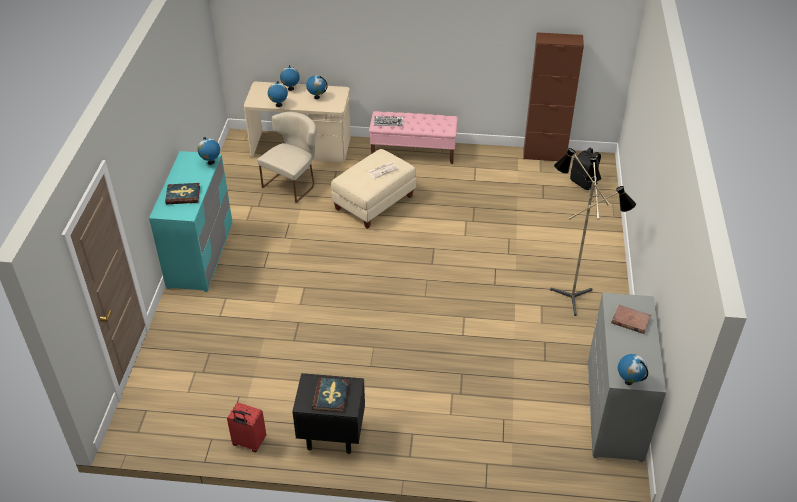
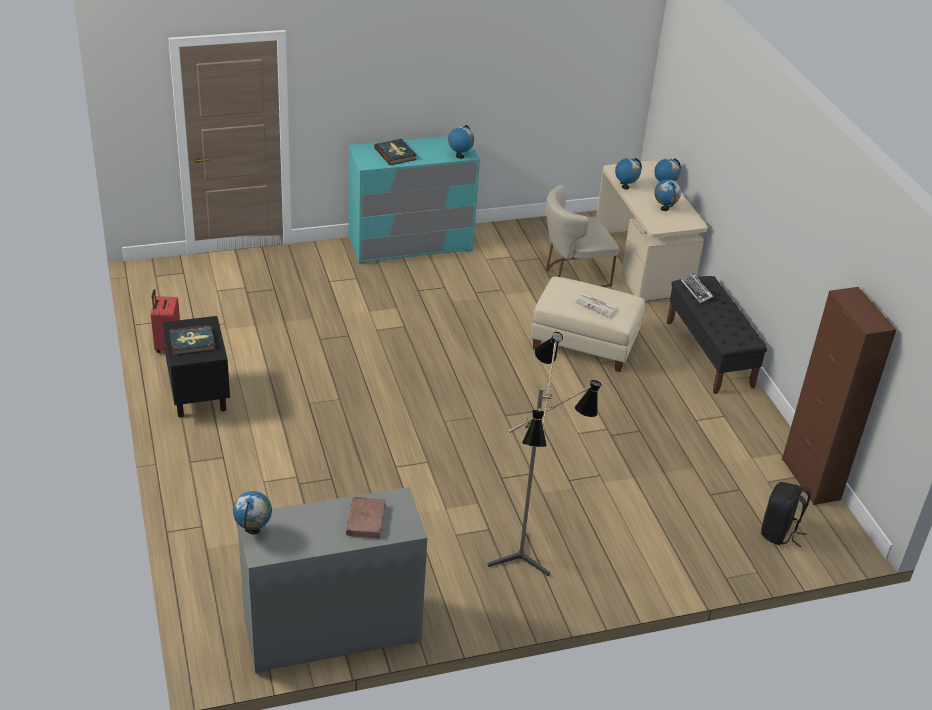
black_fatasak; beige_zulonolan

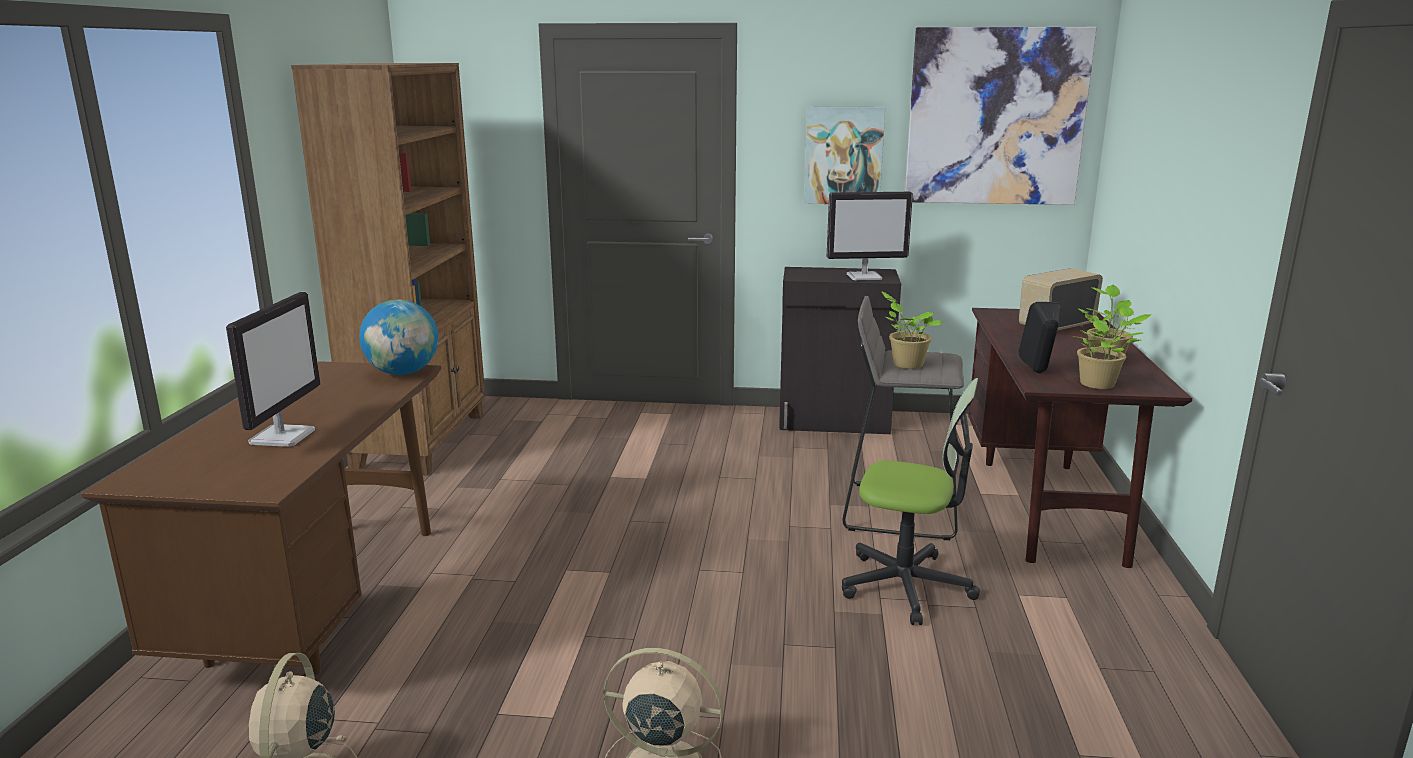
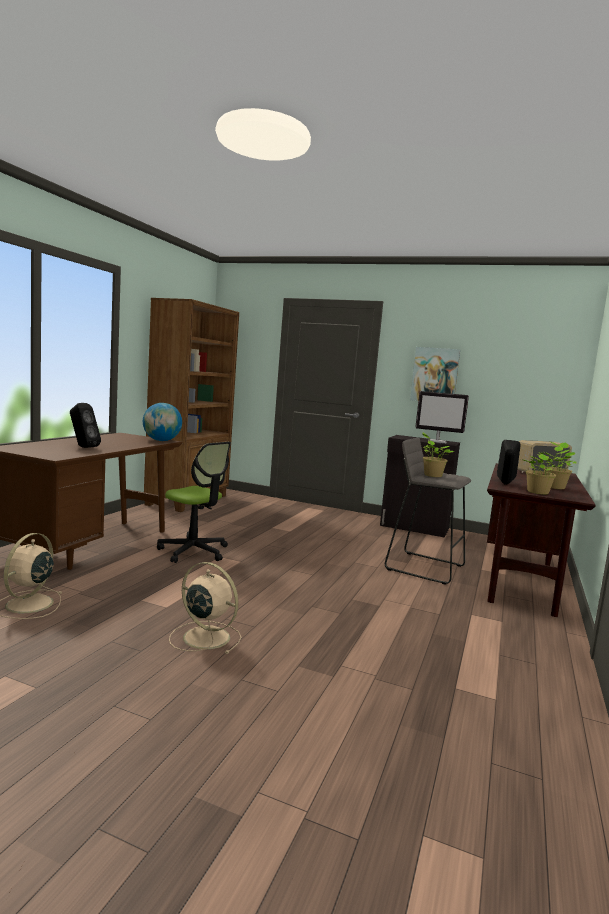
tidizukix (no. 2 from left in the first image); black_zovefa (no. 1 from left); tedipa

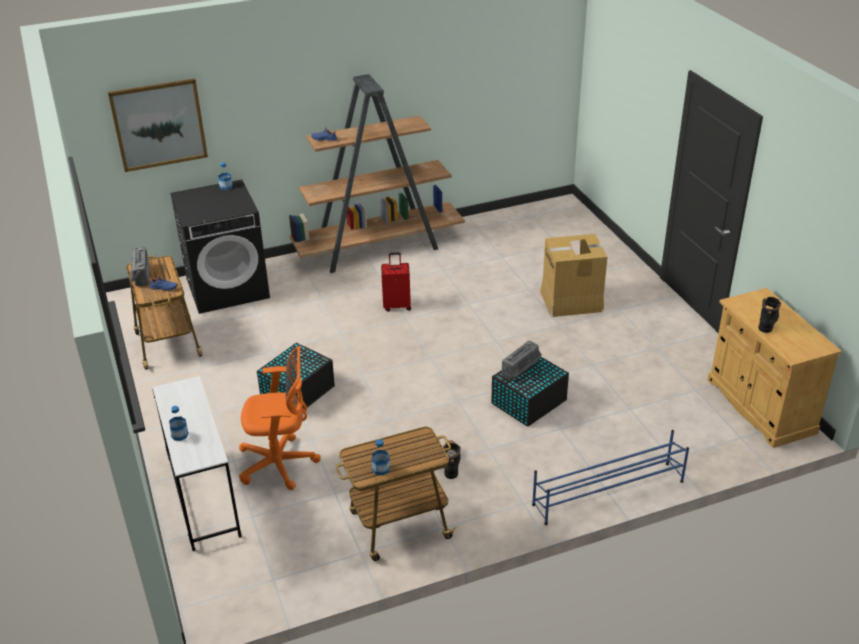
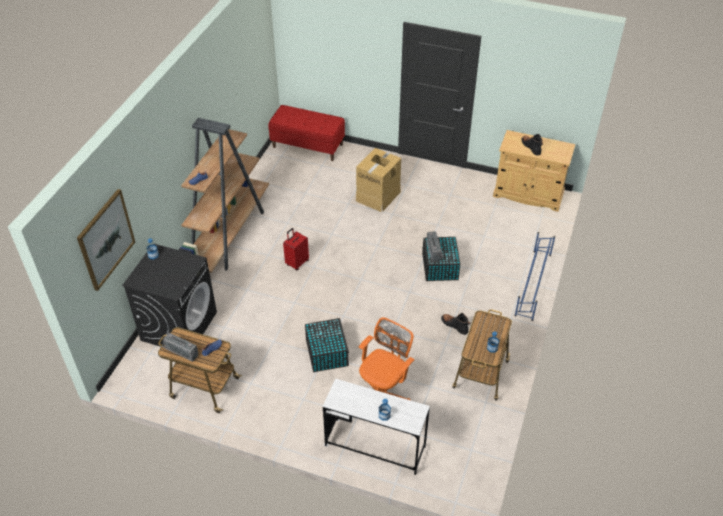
red_fatasak

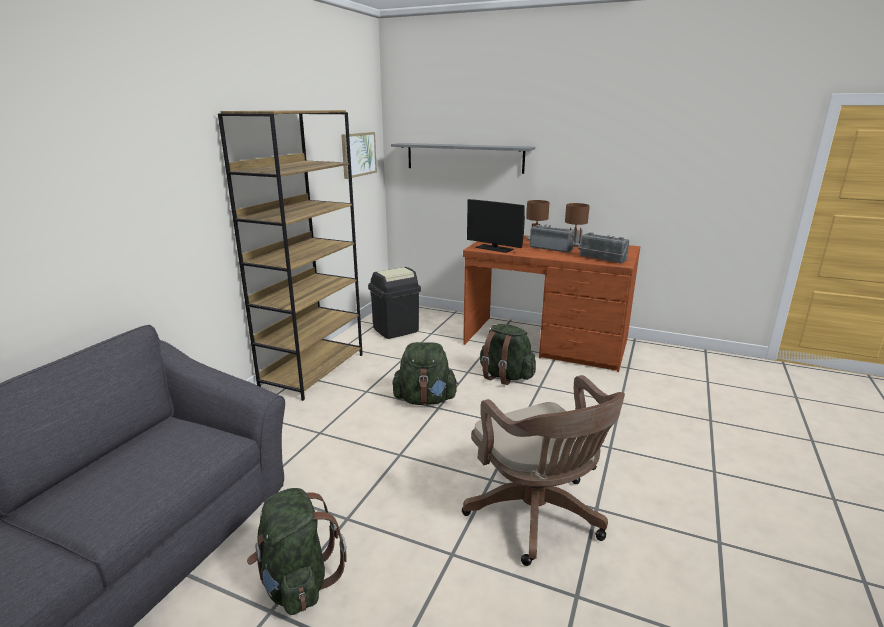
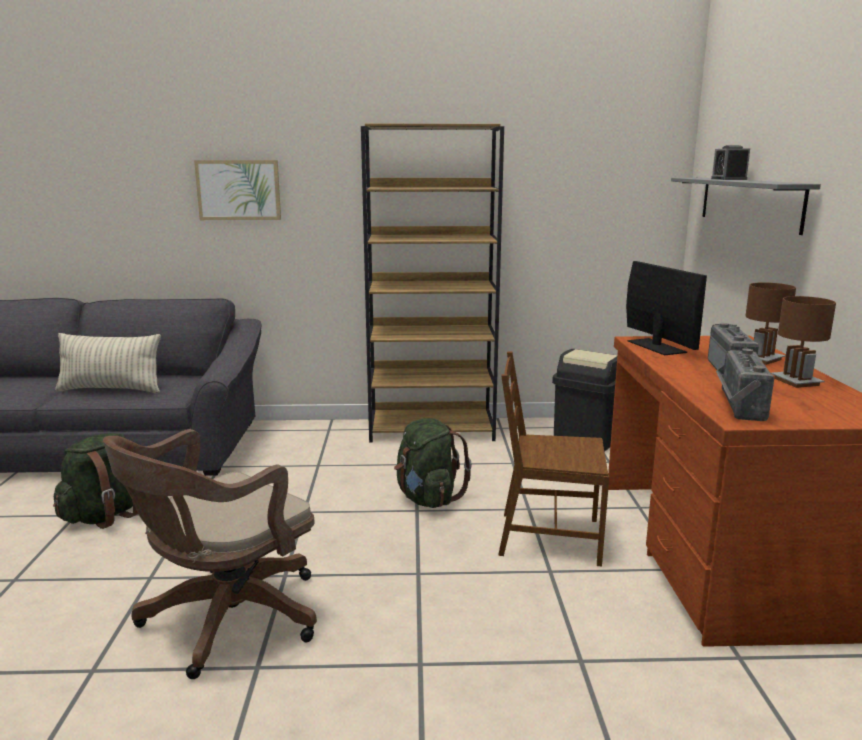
tidizukix; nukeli; brown_zulonolan; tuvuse; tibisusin

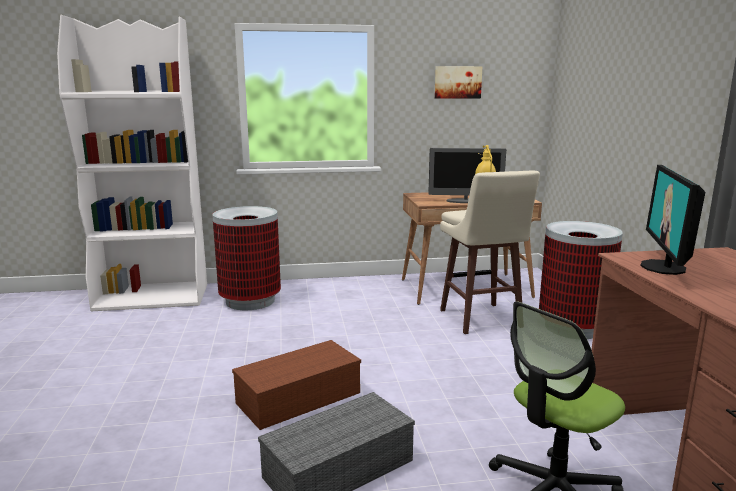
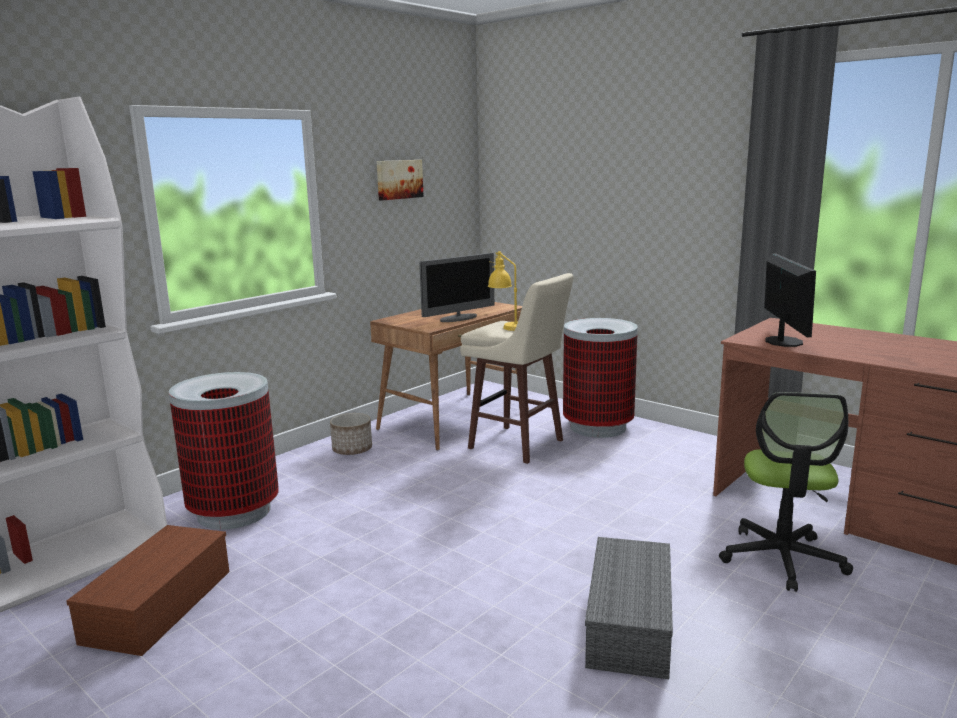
nukeli (no. 2 from left); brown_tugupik; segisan

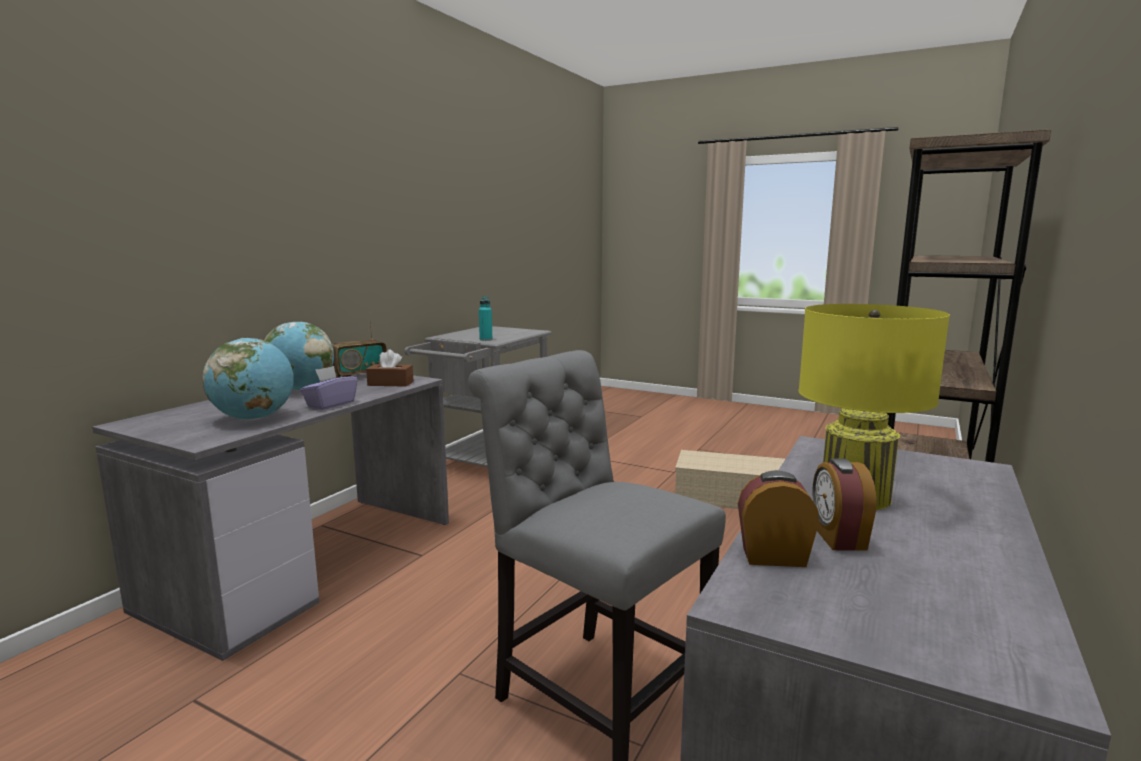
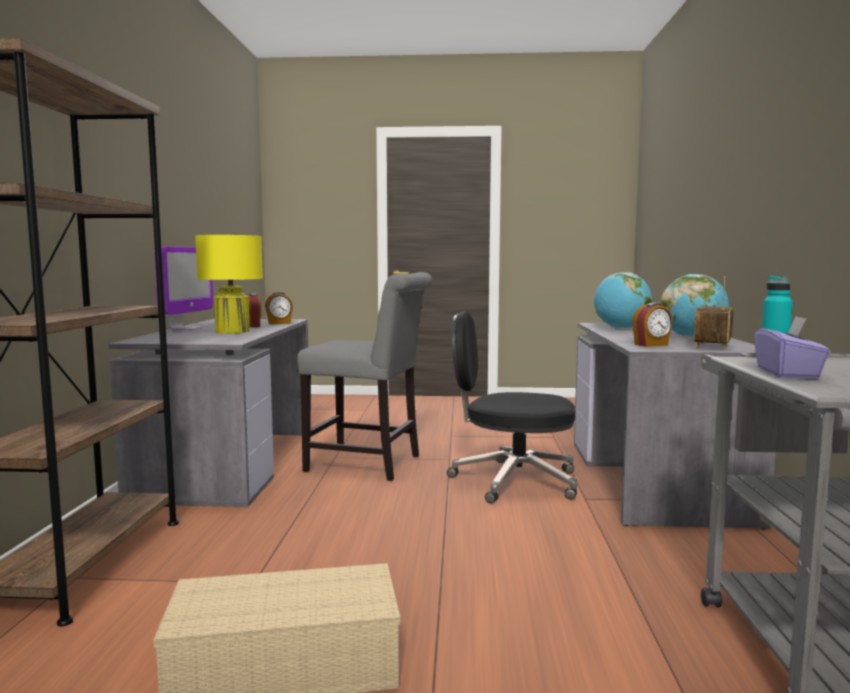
tuvuse (no. 3 from left); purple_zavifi; nukeli; black_tedipa

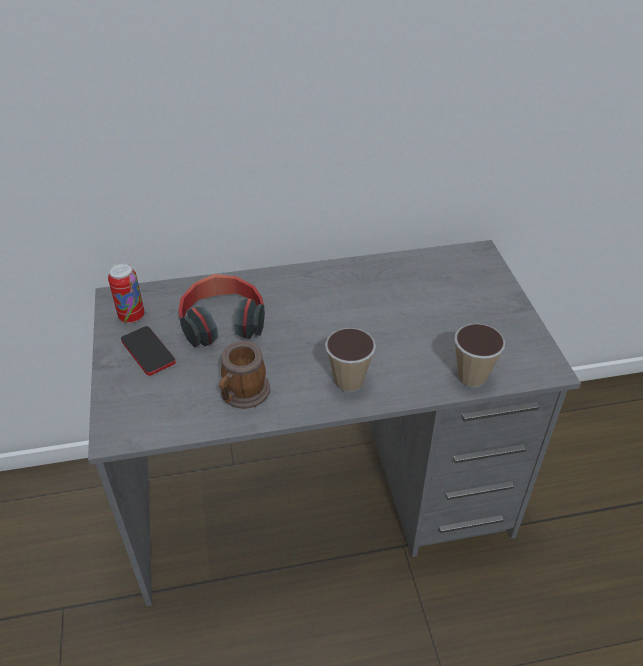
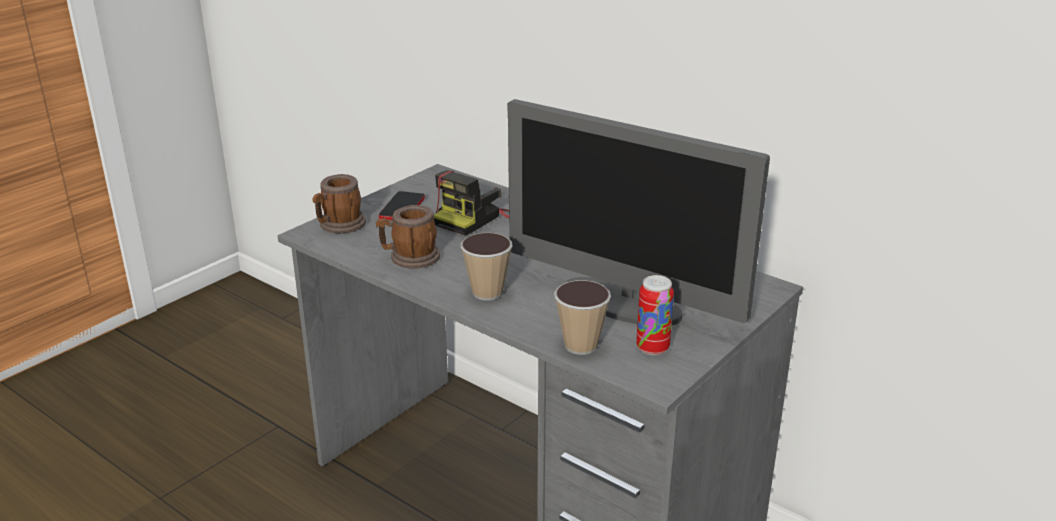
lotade; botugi; nukeli; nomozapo (no. 1 from left)

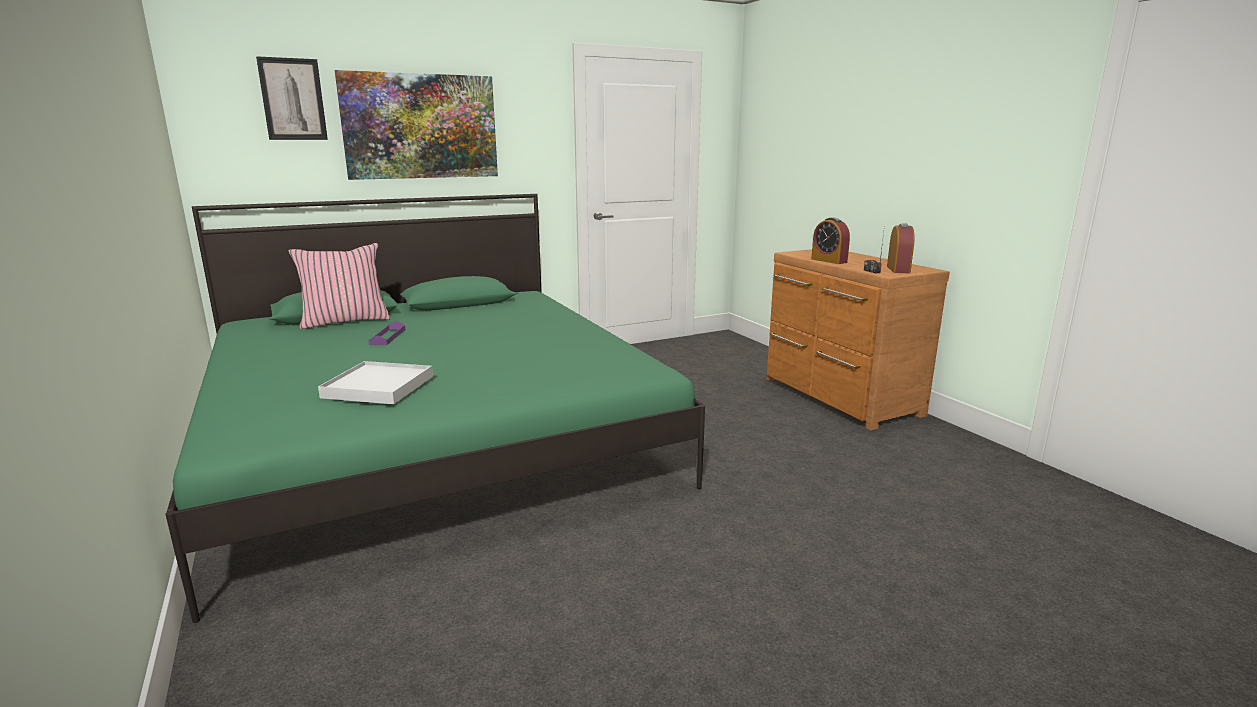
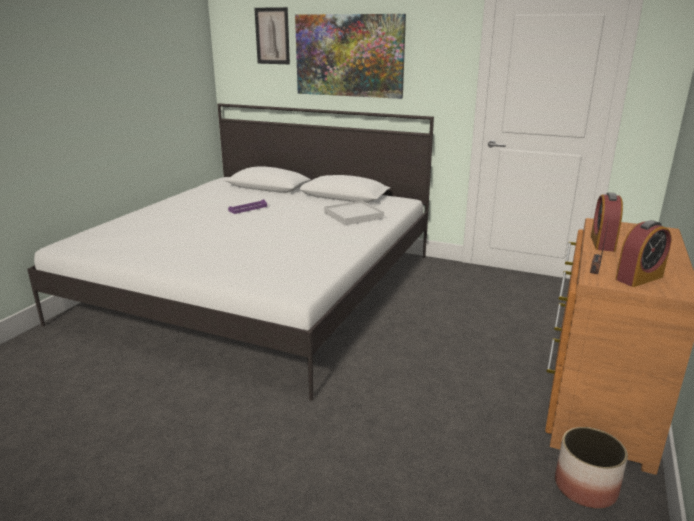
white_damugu; pink_tibisusin; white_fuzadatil; segisan

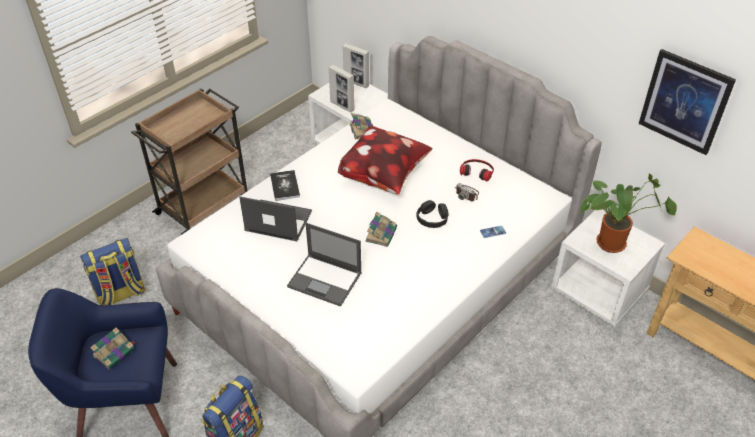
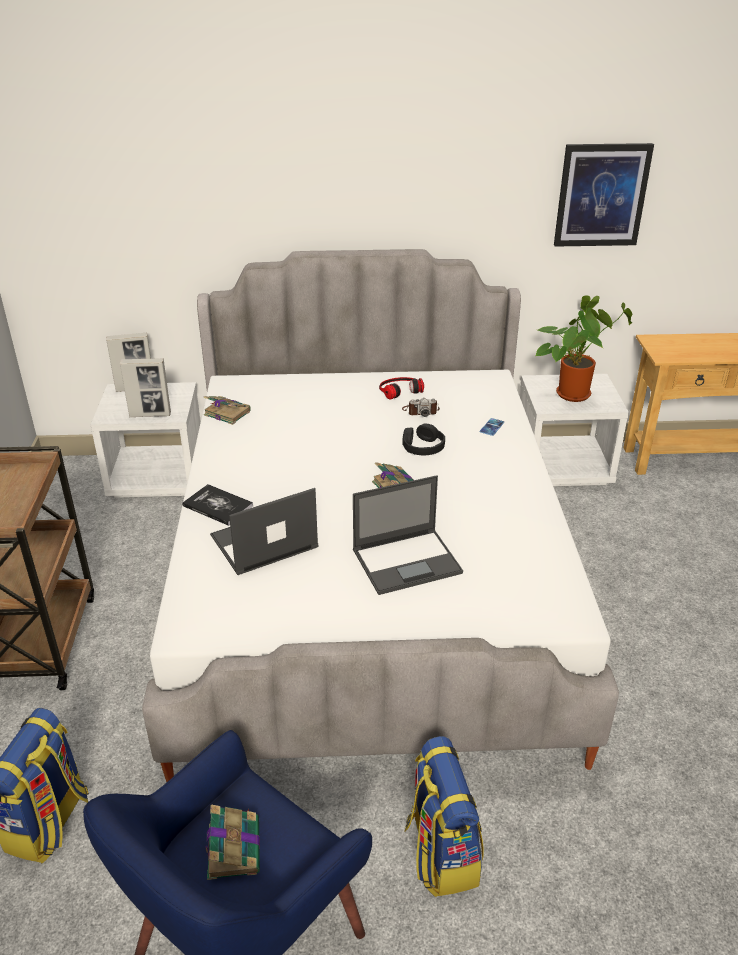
tibisusin

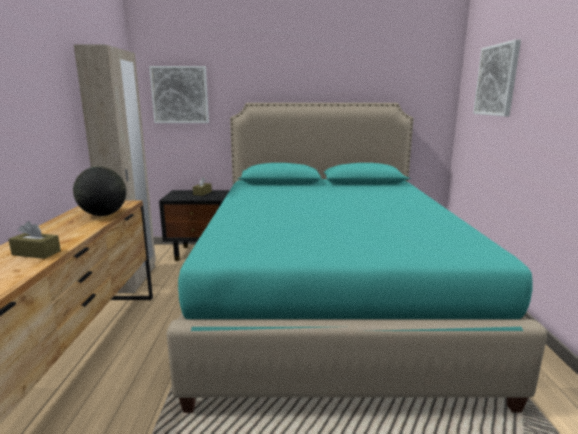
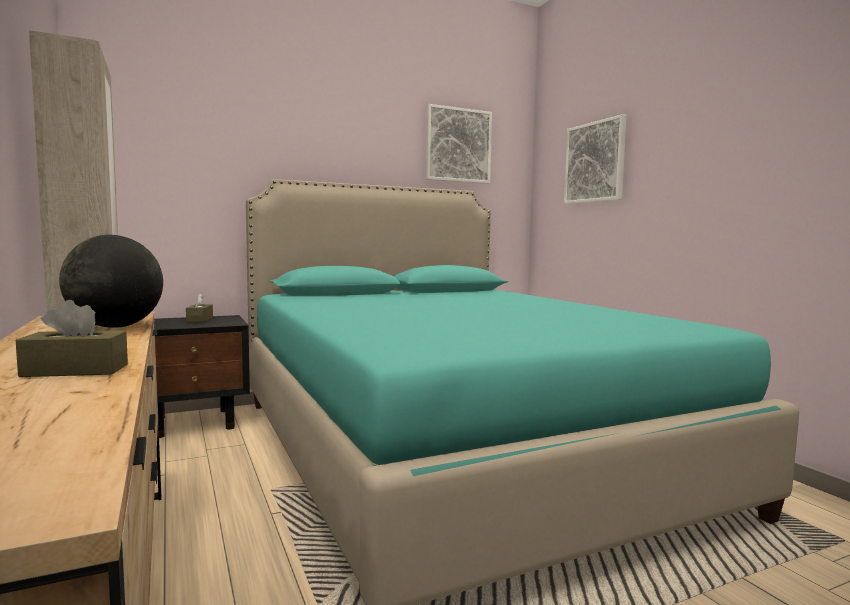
tidizukix (no. 1 from left)

